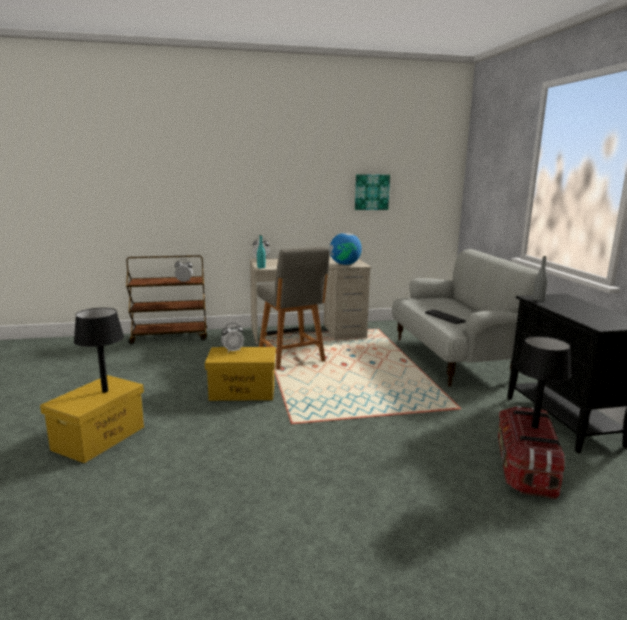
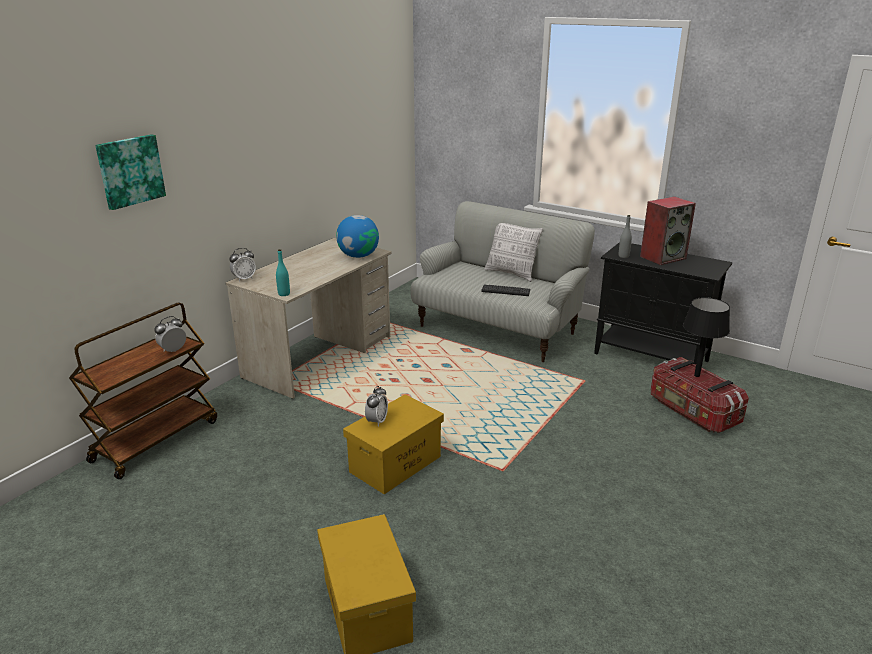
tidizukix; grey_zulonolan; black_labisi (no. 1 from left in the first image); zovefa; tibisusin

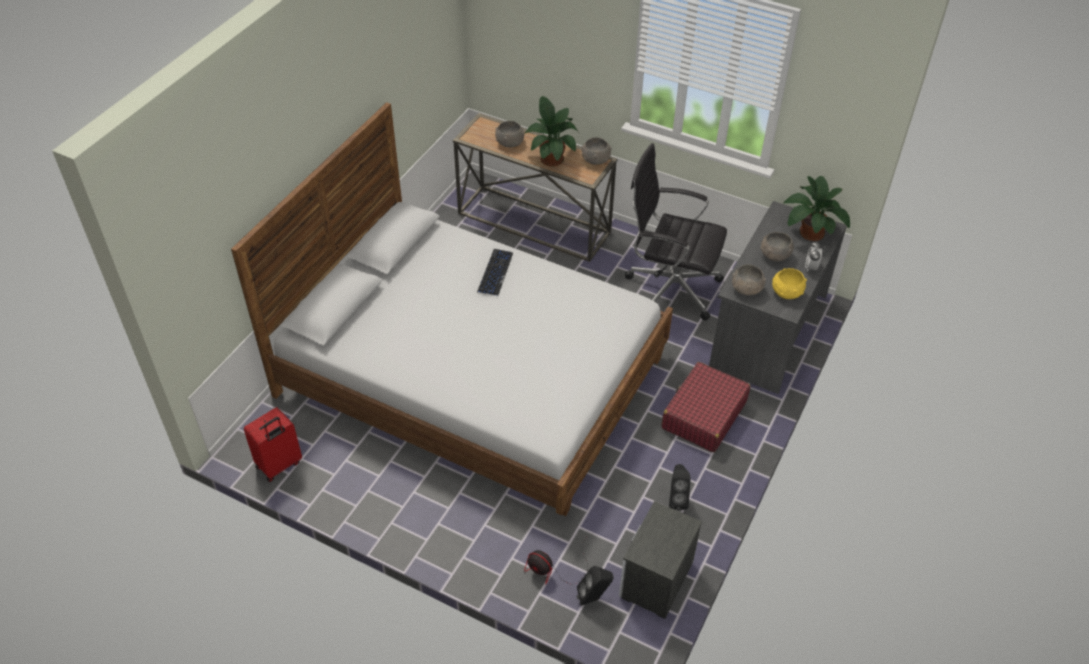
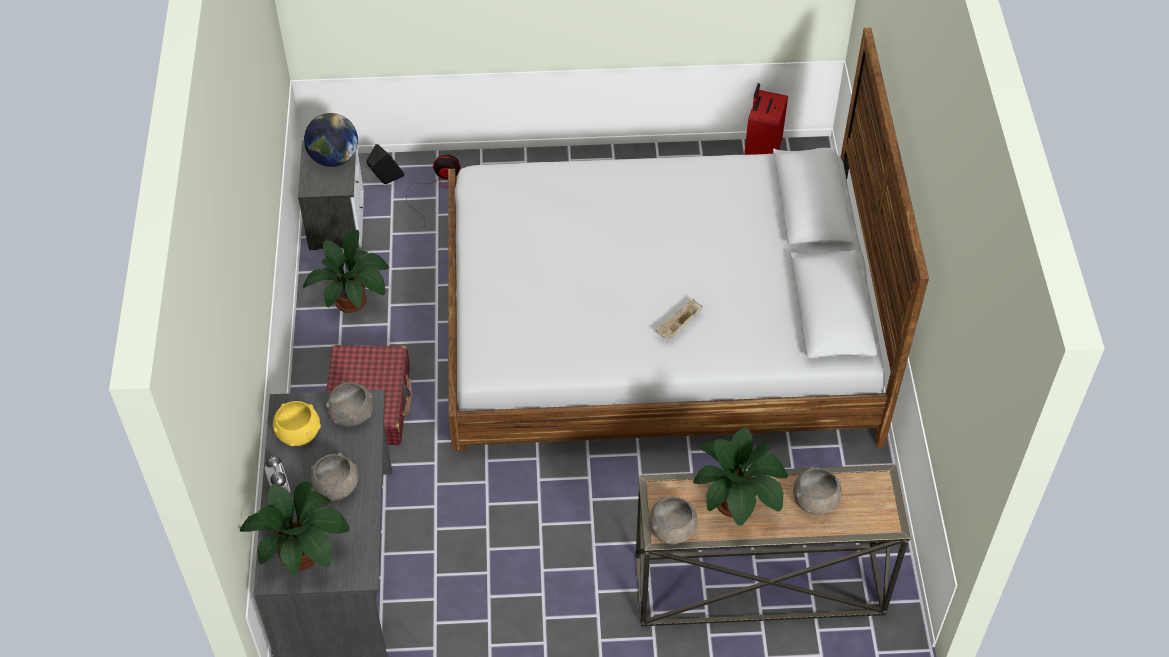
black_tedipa; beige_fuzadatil; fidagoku (no. 2 from left); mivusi

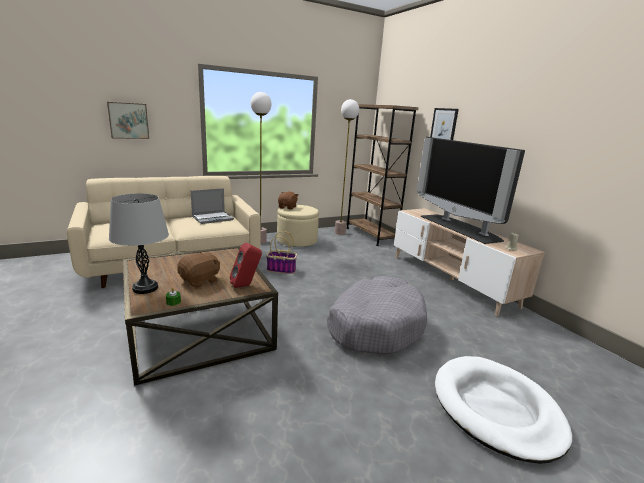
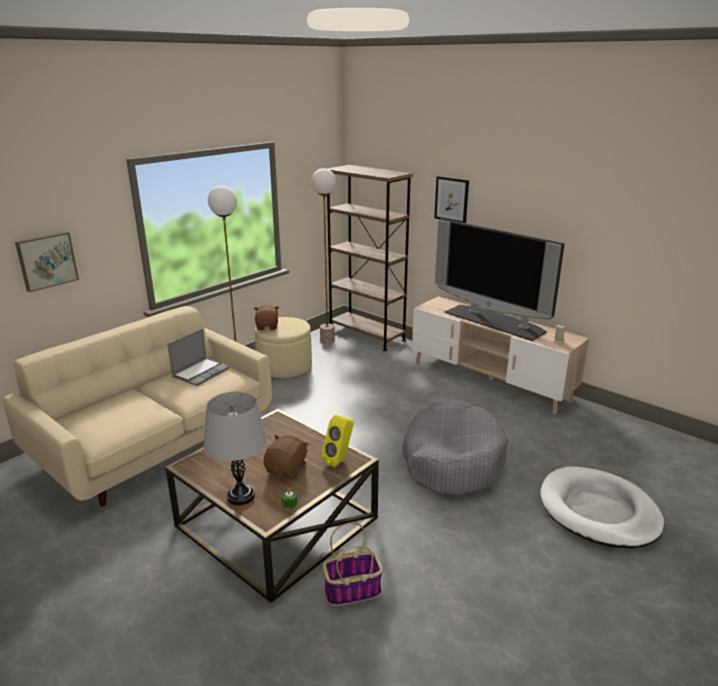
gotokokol; yellow_zovefa

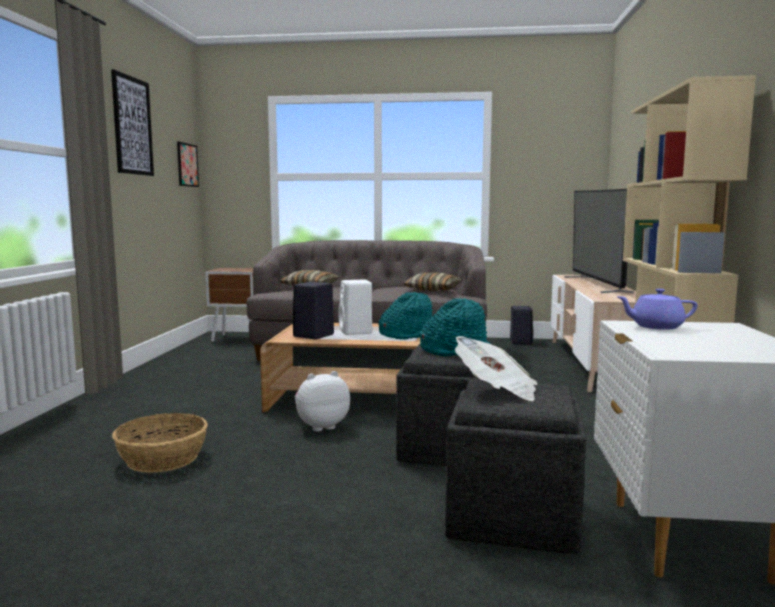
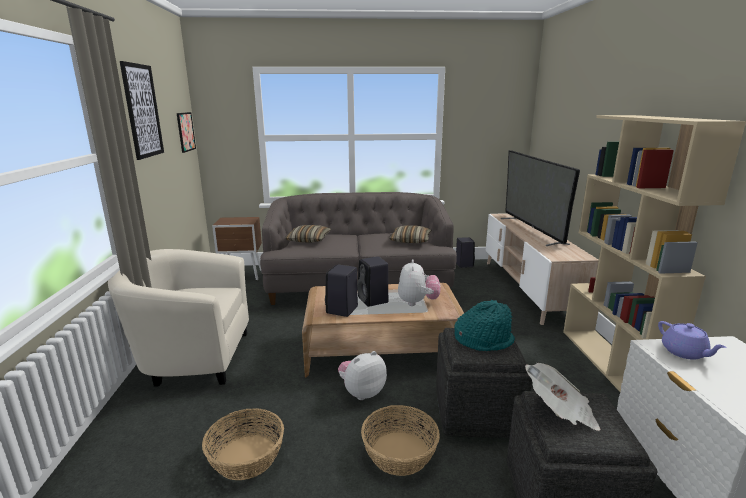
black_zovefa (no. 2 from left); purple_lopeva; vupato (no. 2 from left); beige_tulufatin; gotokokol (no. 2 from left)

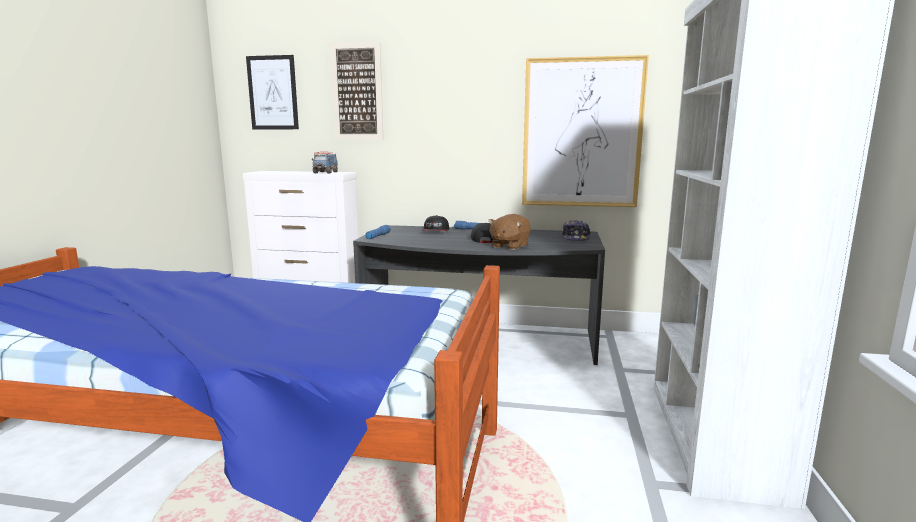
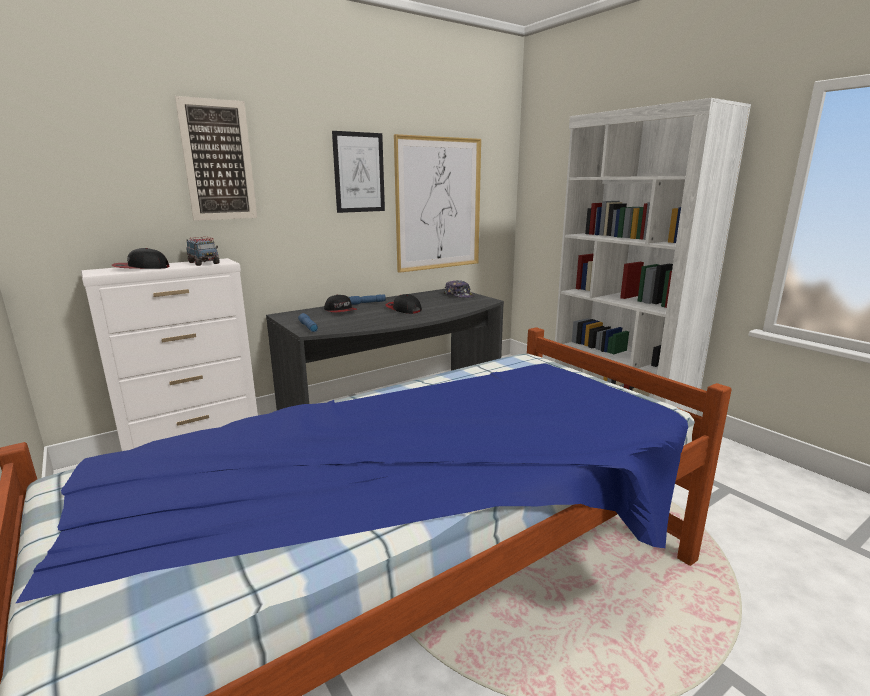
tidizukix (no. 2 from left); brown_vupato; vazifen (no. 1 from left)

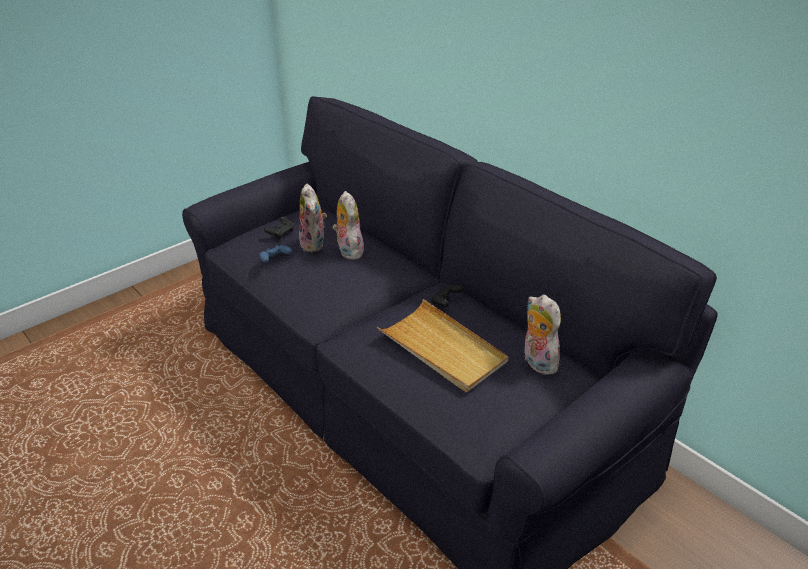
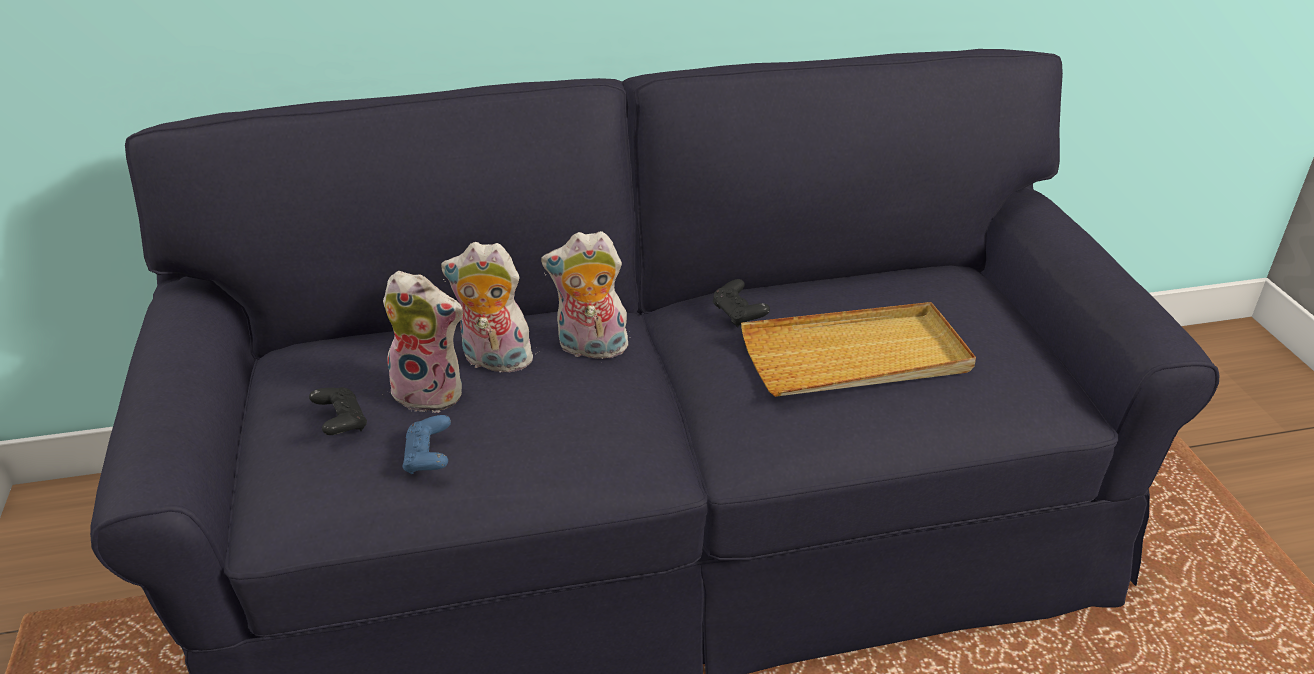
vupato (no. 3 from left)

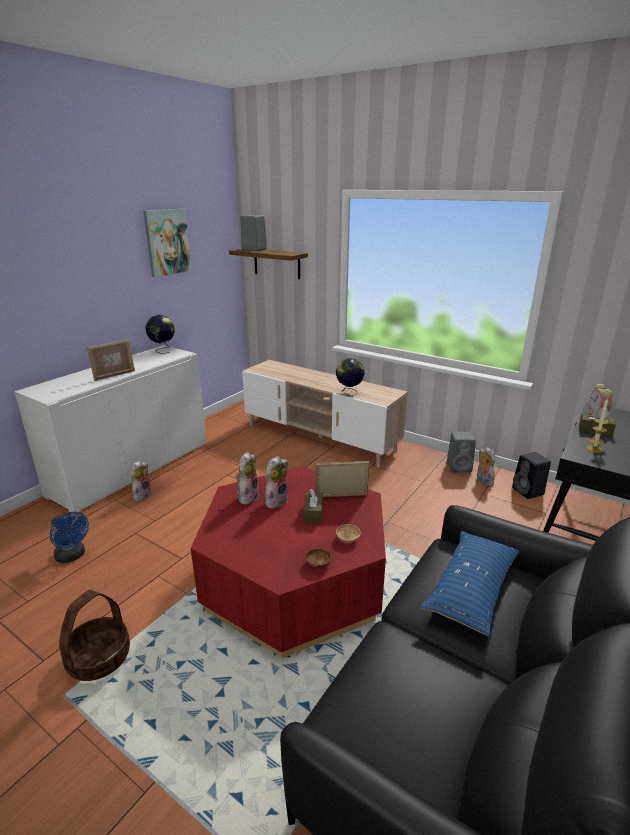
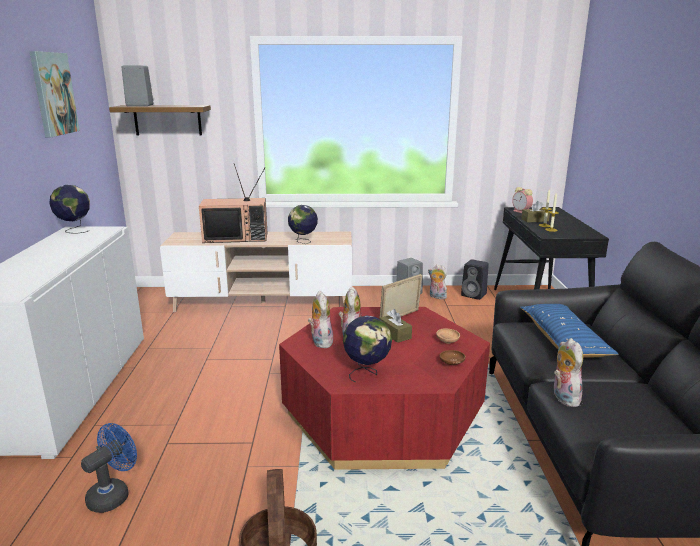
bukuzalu (no. 1 from left in the first image); vupato (no. 4 from left); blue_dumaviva; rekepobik; mivusi (no. 3 from left)

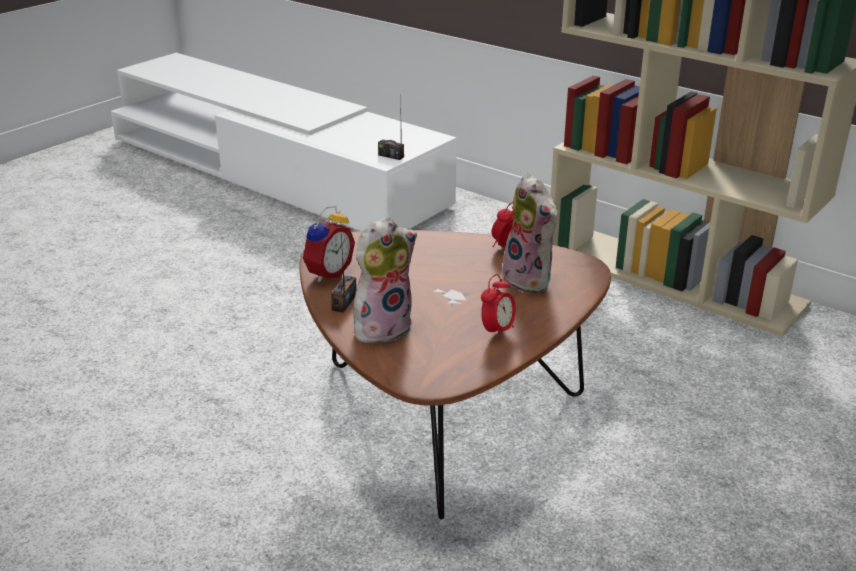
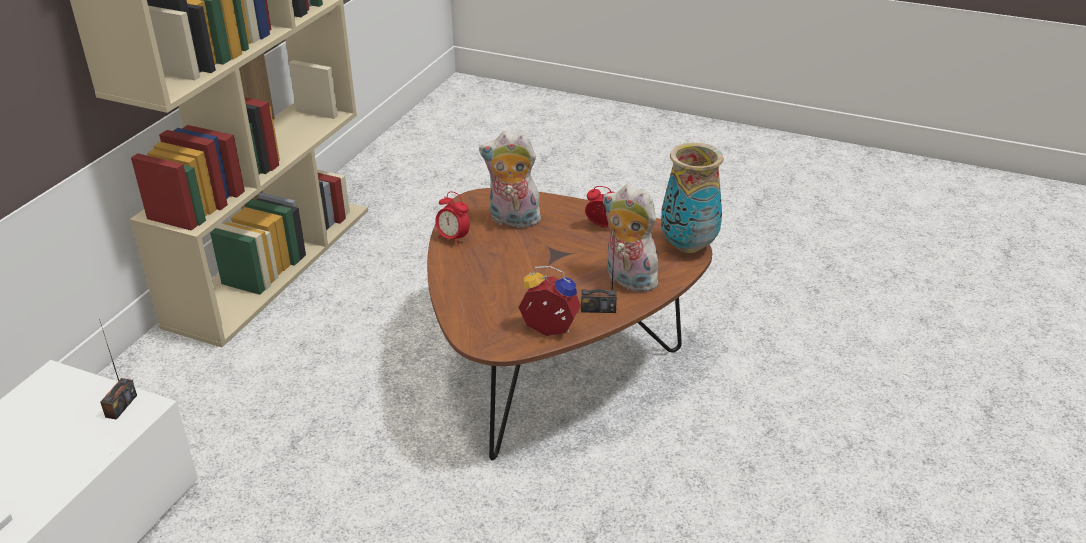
vupato (no. 1 from left); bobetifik

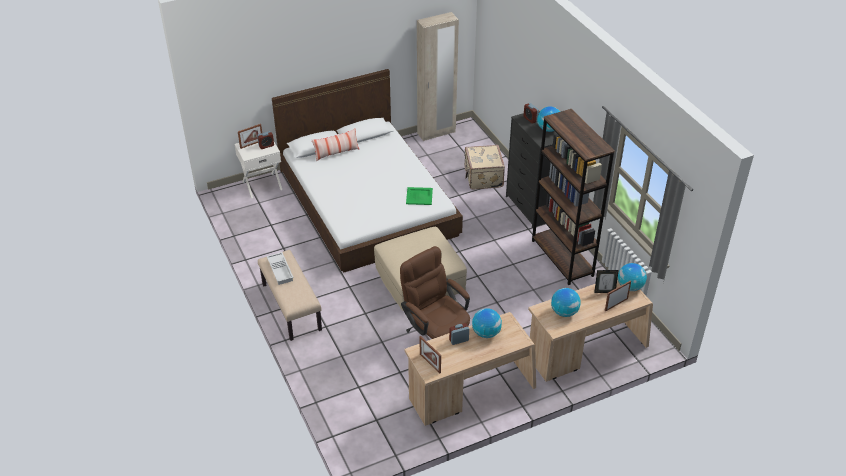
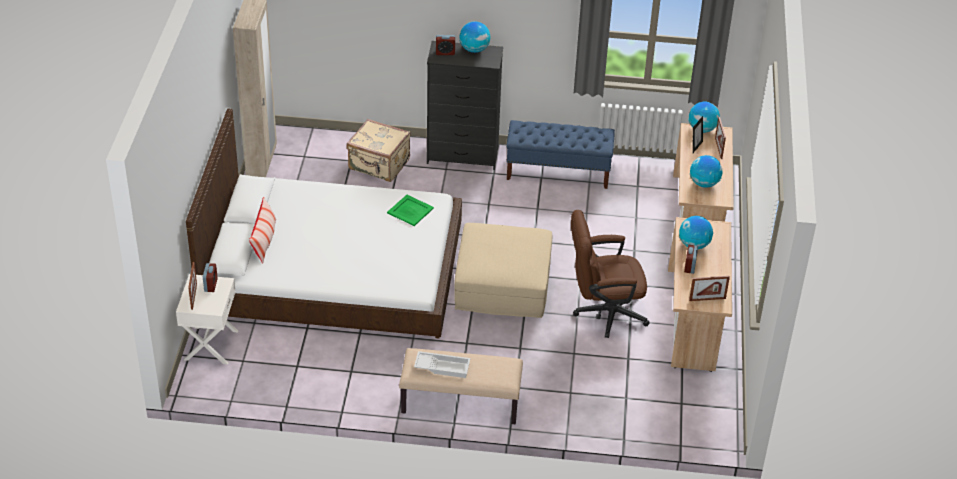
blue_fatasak

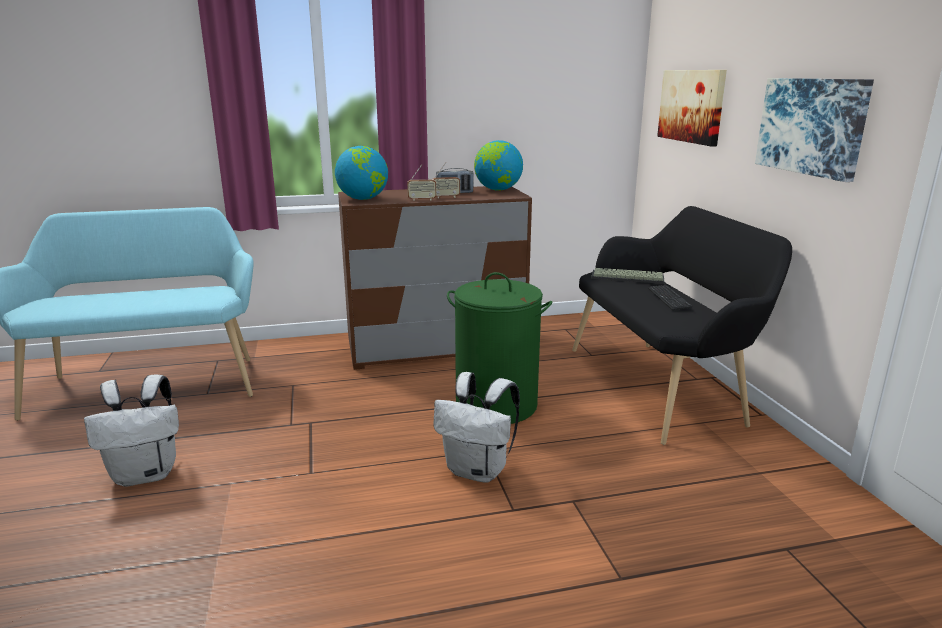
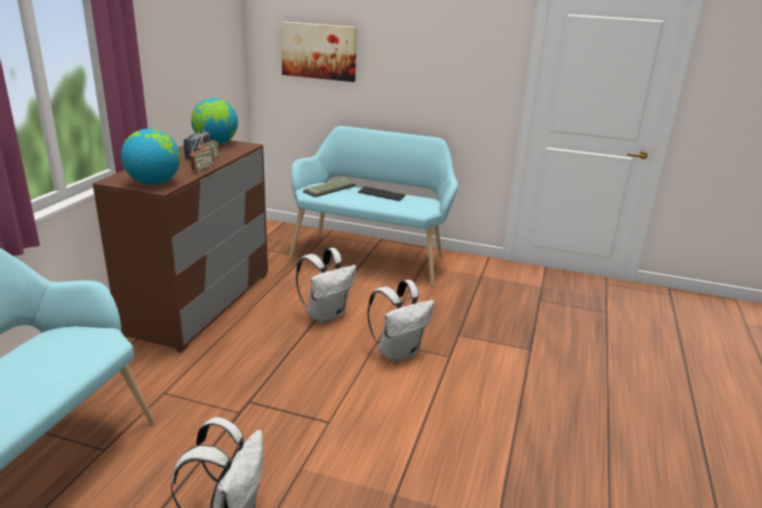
tidizukix (no. 2 from left in the first image); turquoise_fatasak (no. 2 from left); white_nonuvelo (no. 2 from left)

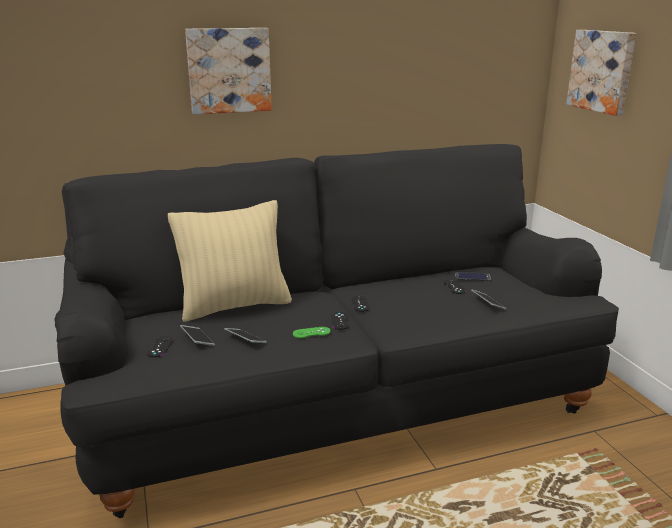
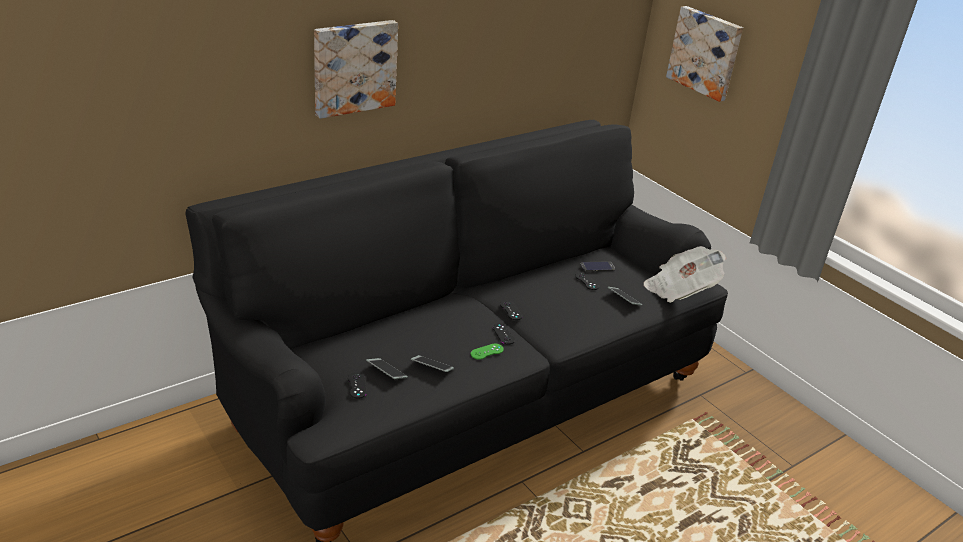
beige_tibisusin; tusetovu

